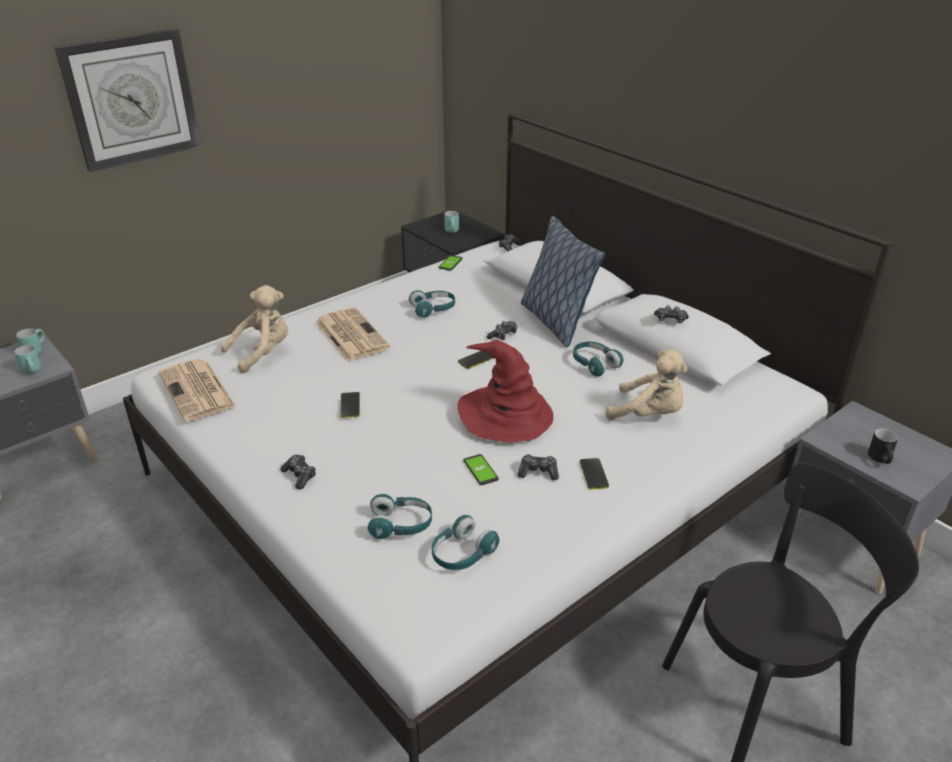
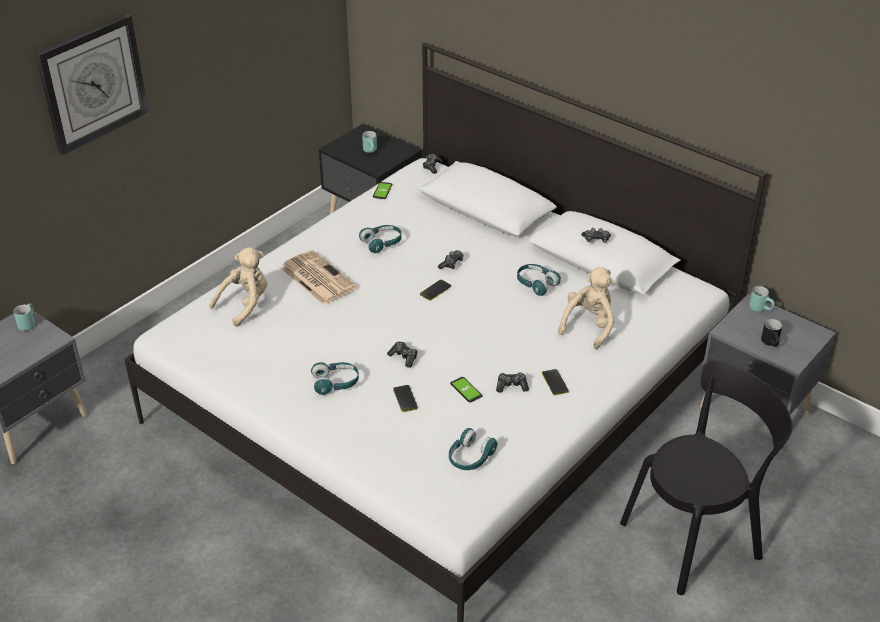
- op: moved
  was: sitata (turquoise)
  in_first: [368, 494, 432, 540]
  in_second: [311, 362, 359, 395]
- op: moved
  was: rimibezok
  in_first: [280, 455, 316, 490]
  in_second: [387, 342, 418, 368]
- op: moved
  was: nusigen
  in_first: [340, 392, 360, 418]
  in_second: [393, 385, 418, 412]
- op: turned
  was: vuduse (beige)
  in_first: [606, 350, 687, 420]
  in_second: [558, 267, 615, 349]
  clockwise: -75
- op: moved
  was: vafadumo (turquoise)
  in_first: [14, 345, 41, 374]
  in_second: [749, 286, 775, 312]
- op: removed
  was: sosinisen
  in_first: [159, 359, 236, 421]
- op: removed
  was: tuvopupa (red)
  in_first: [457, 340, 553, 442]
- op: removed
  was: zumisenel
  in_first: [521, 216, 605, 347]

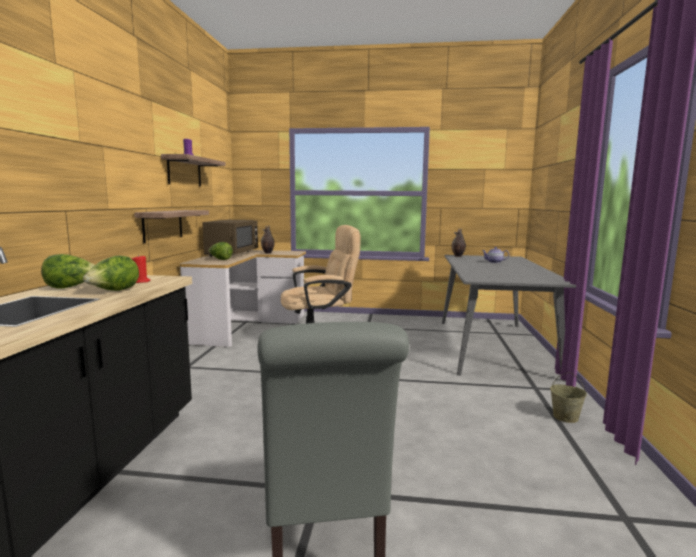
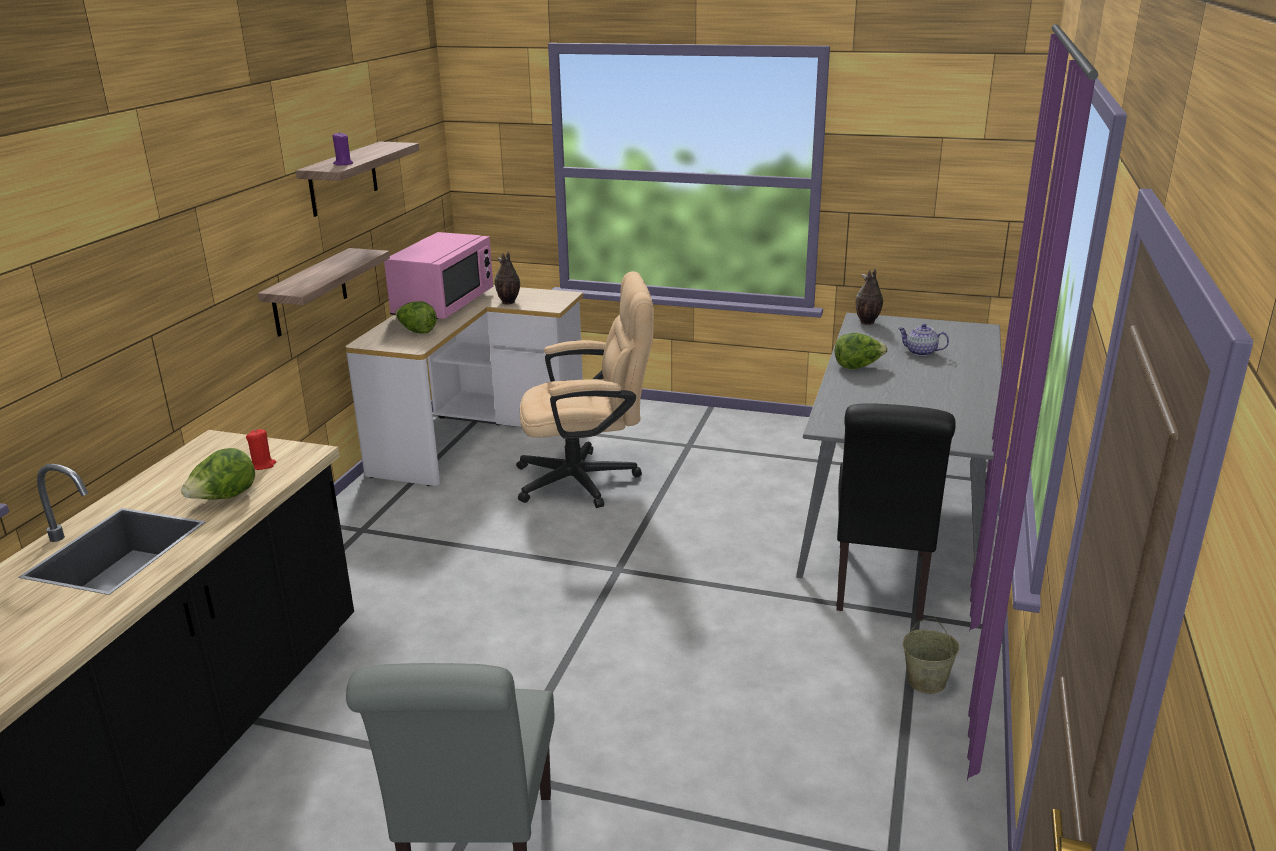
- op: recoloured
  was: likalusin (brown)
  now: likalusin (pink)
  in_first: [202, 220, 258, 257]
  in_second: [384, 232, 493, 319]
- op: moved
  was: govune
  in_first: [41, 254, 95, 288]
  in_second: [835, 333, 888, 369]
- op: added
  now: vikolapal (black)
  in_second: [837, 403, 956, 621]

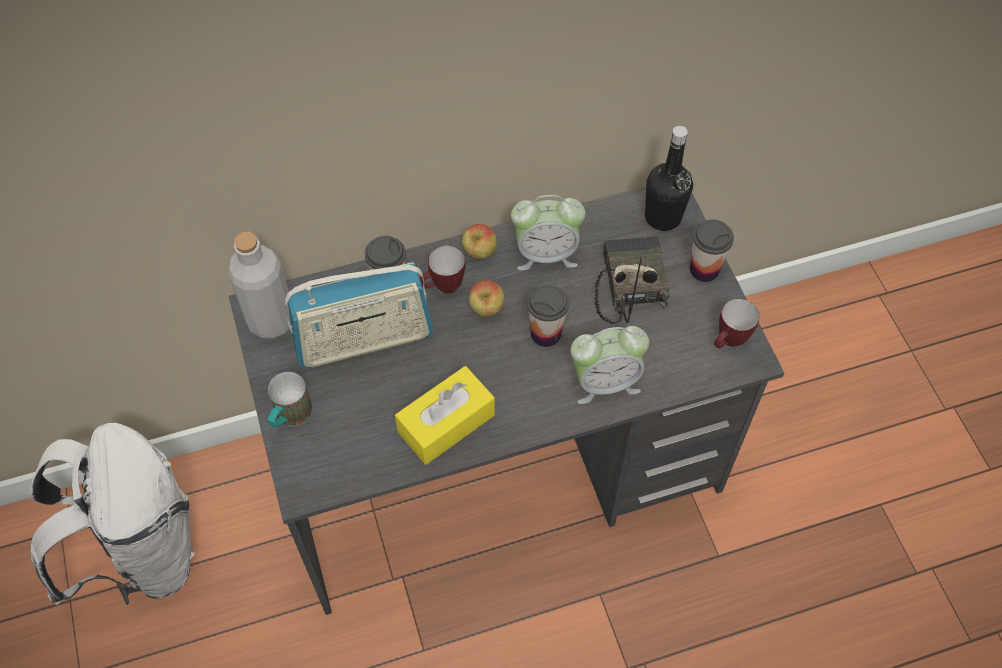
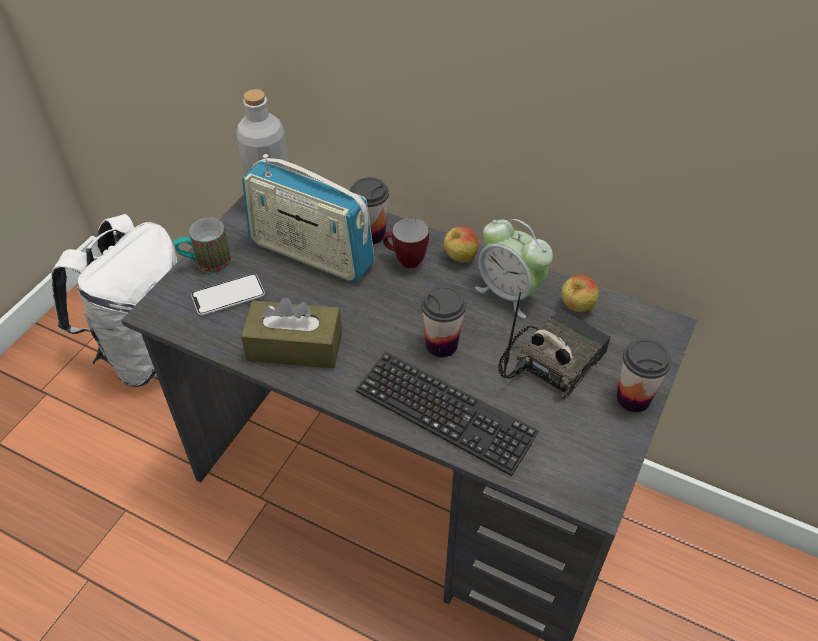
- op: added
  now: nusigen
  in_second: [191, 274, 265, 316]
- op: recoloured
  was: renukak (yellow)
  now: renukak (brown)
  in_first: [395, 366, 495, 465]
  in_second: [241, 298, 342, 368]
- op: replaced
  was: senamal
  now: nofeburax
  in_first: [571, 326, 649, 404]
  in_second: [355, 351, 539, 476]
- op: moved
  was: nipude
  in_first: [469, 280, 504, 316]
  in_second: [561, 275, 599, 312]
- op: removed
  was: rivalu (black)
  in_first: [645, 126, 693, 231]
- op: removed
  was: vafadumo
  in_first: [714, 299, 760, 348]

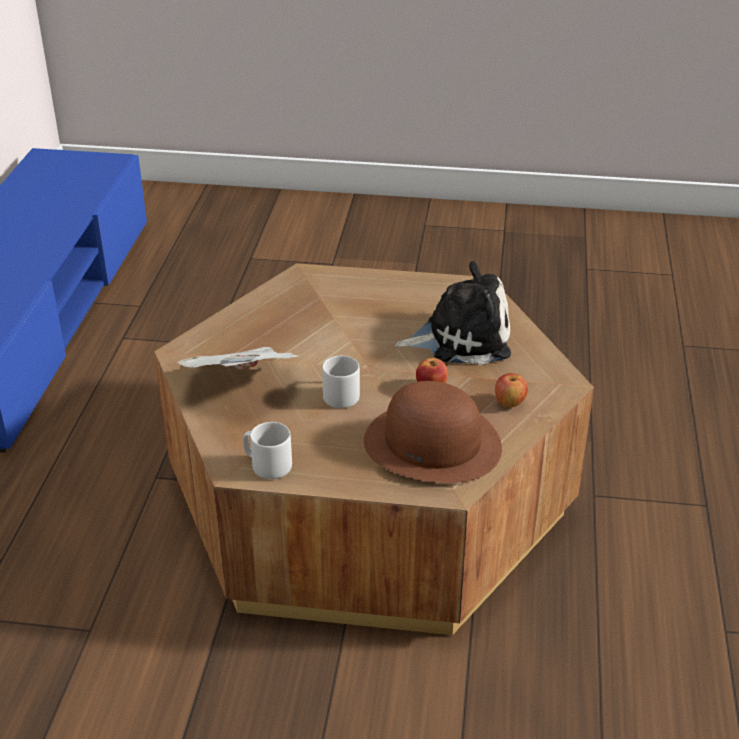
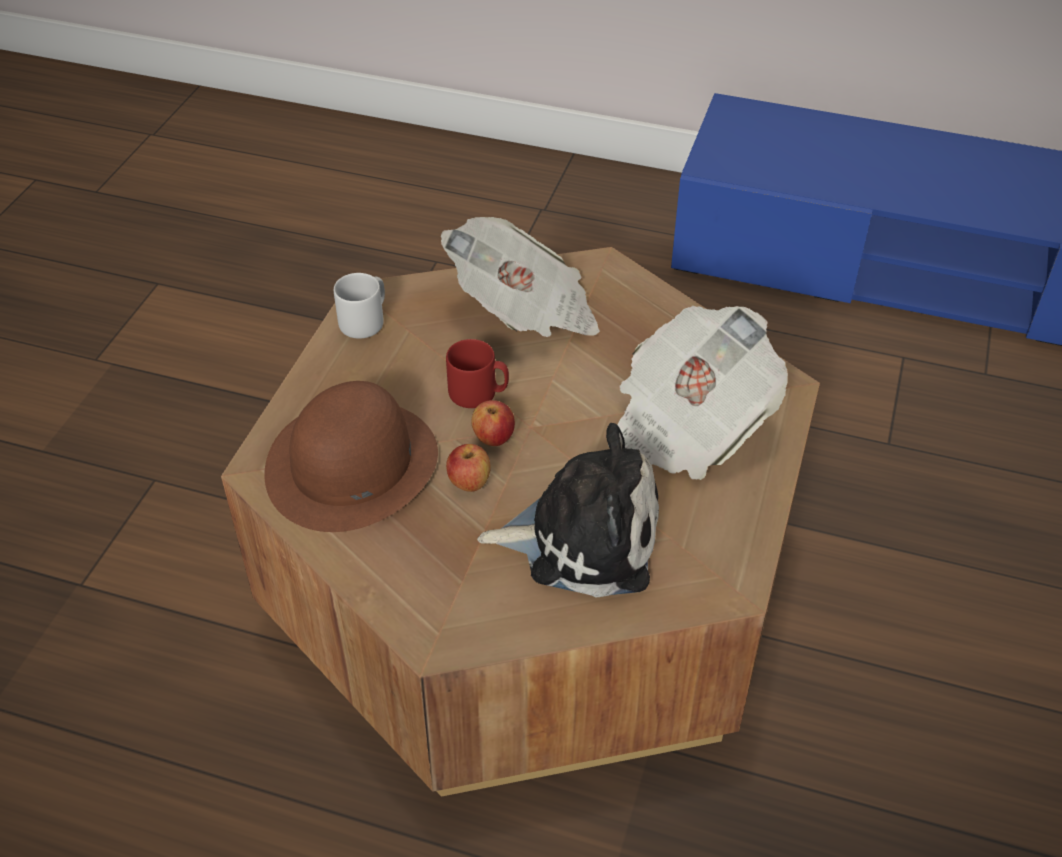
- op: recoloured
  was: vafadumo (grey)
  now: vafadumo (red)
  in_first: [322, 356, 360, 408]
  in_second: [446, 339, 509, 408]
- op: moved
  was: nipude
  in_first: [495, 373, 528, 408]
  in_second: [472, 400, 515, 446]
- op: turned
  was: vuduse
  in_first: [395, 261, 511, 365]
  in_second: [477, 423, 659, 597]
  clockwise: -90
- op: added
  now: sosinisen
  in_second: [608, 306, 788, 480]

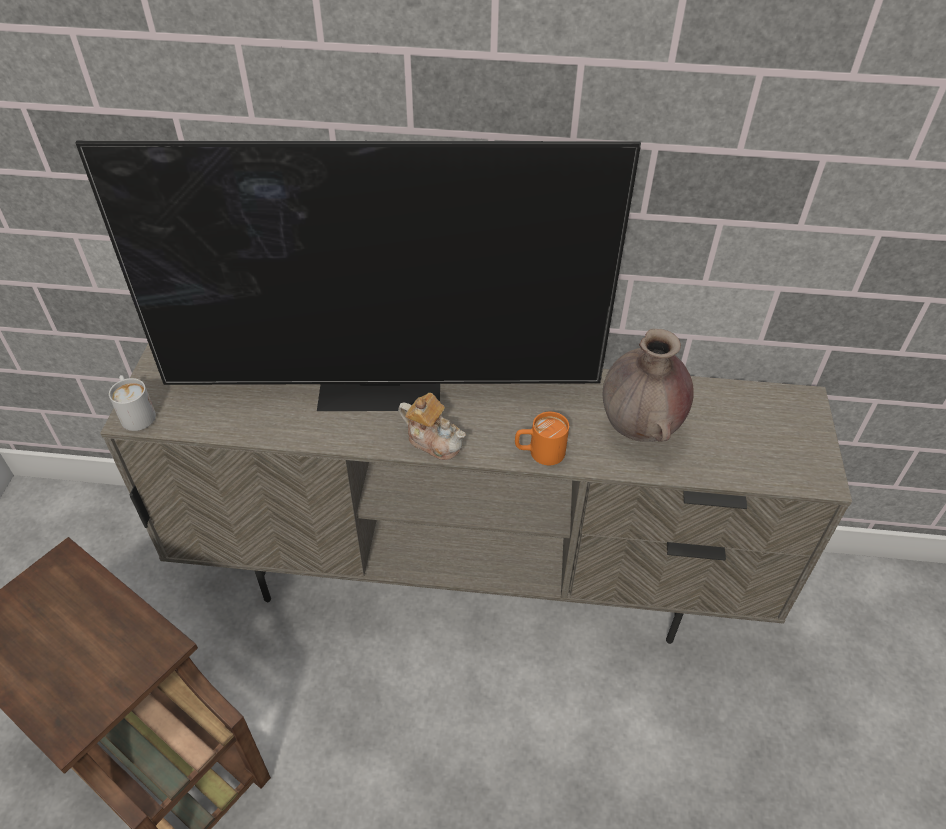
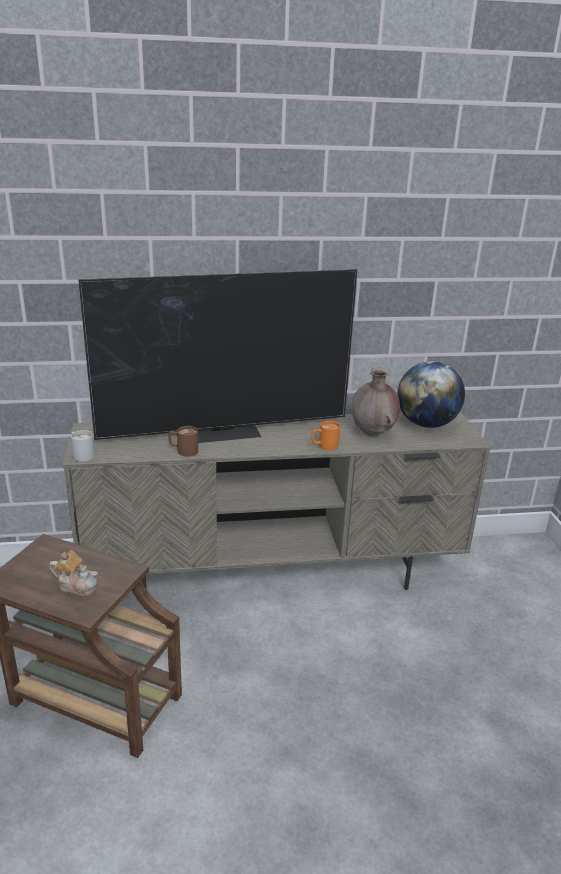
- op: moved
  was: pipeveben
  in_first: [398, 393, 465, 460]
  in_second: [49, 550, 98, 596]
- op: added
  now: vafadumo (brown)
  in_second: [168, 426, 198, 457]
- op: added
  now: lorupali
  in_second: [397, 361, 465, 428]

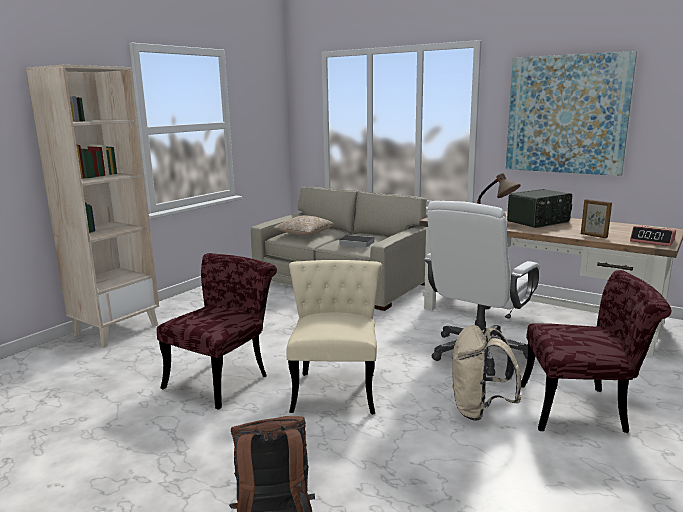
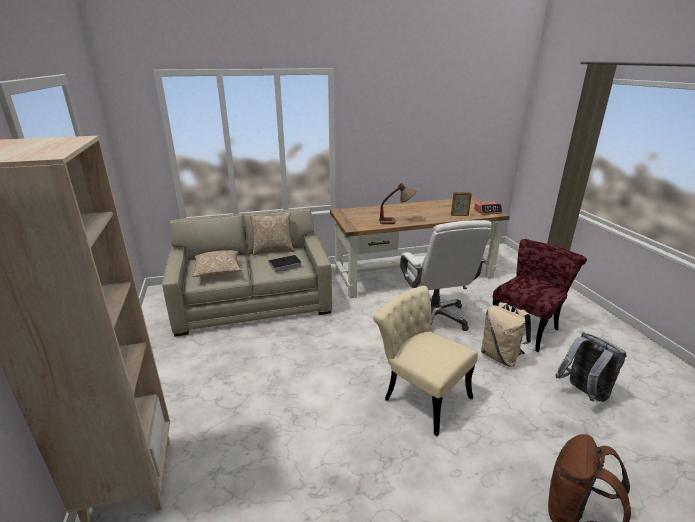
- op: added
  now: zumisenel
  in_second: [250, 212, 294, 255]
- op: added
  now: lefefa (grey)
  in_second: [555, 332, 627, 402]
- op: removed
  was: vikolapal (red)
  in_first: [157, 253, 277, 410]
- op: removed
  was: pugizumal
  in_first: [506, 51, 637, 176]
- op: removed
  was: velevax
  in_first: [507, 189, 572, 228]

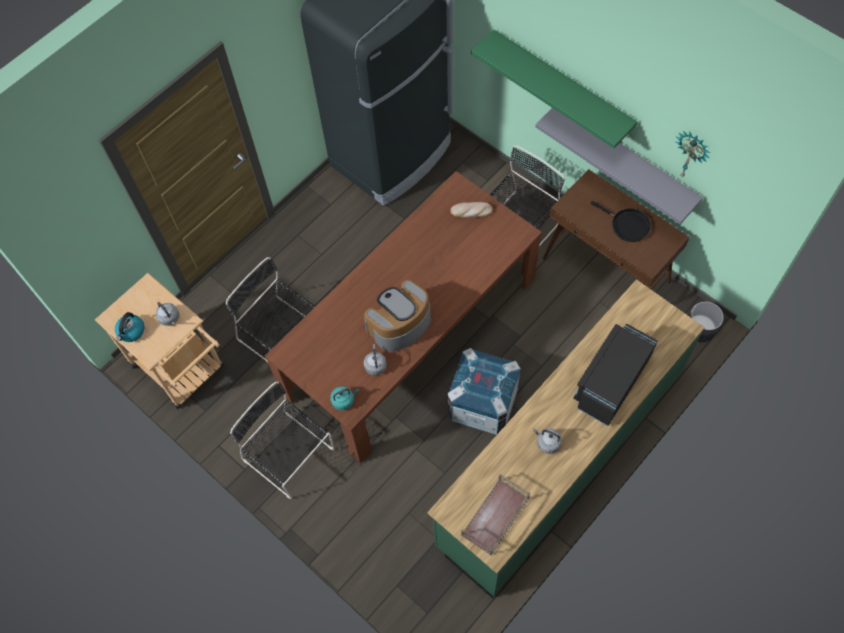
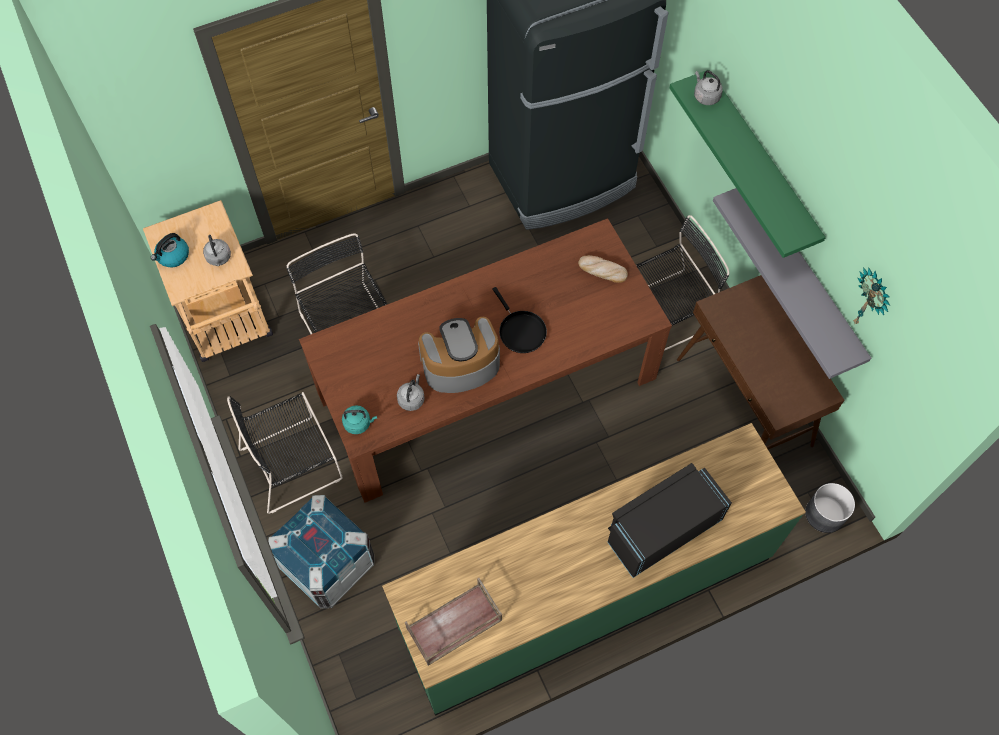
- op: turned
  was: vikolapal (black)
  in_first: [230, 381, 334, 499]
  in_second: [227, 392, 343, 514]
  clockwise: -90
- op: moved
  was: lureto
  in_first: [447, 348, 521, 435]
  in_second: [268, 495, 374, 609]
- op: moved
  was: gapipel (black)
  in_first: [590, 201, 651, 242]
  in_second: [492, 287, 547, 353]
- op: moved
  was: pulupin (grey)
  in_first: [533, 428, 562, 454]
  in_second: [694, 70, 723, 105]

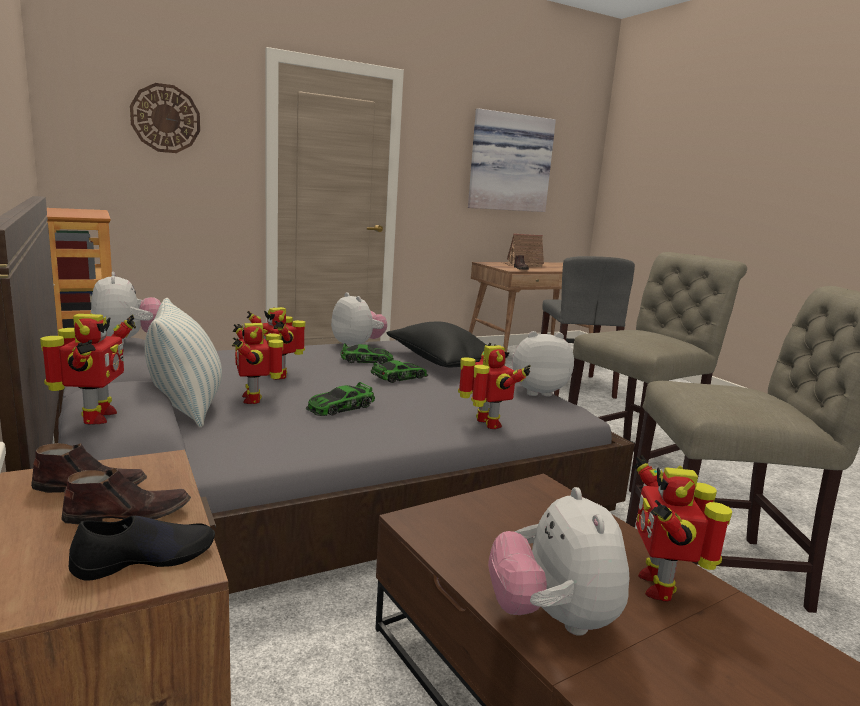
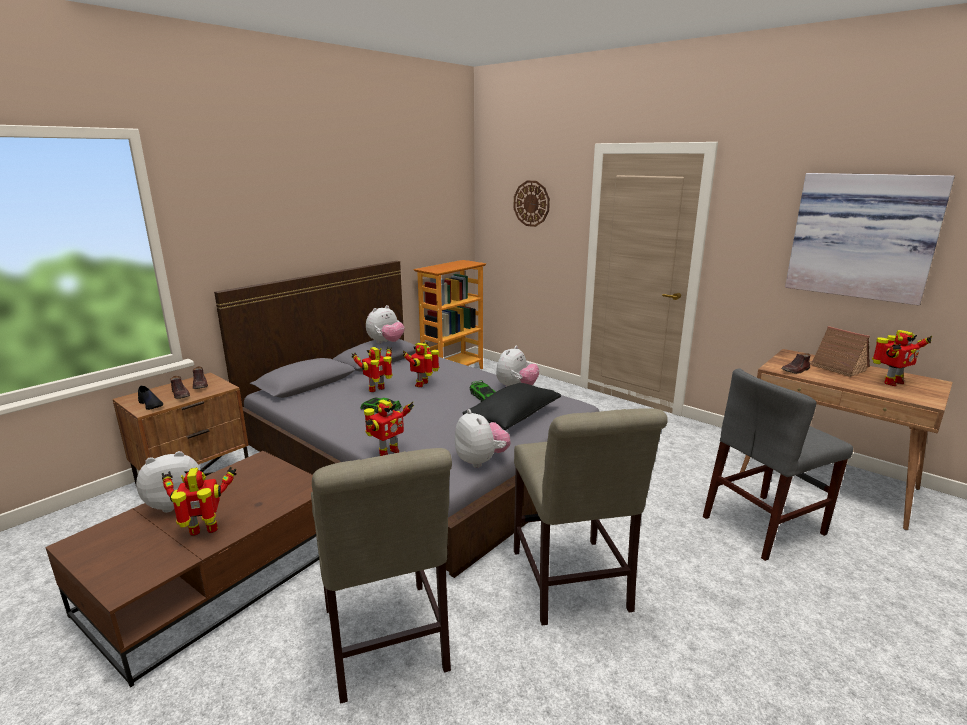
- op: turned
  was: vikolapal (beige)
  in_first: [568, 252, 747, 492]
  in_second: [514, 408, 668, 626]
  clockwise: 45
- op: moved
  was: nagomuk
  in_first: [40, 313, 136, 424]
  in_second: [872, 330, 932, 386]
- op: removed
  was: zumisenel
  in_first: [145, 298, 222, 428]
- op: removed
  was: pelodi
  in_first: [371, 360, 428, 383]

